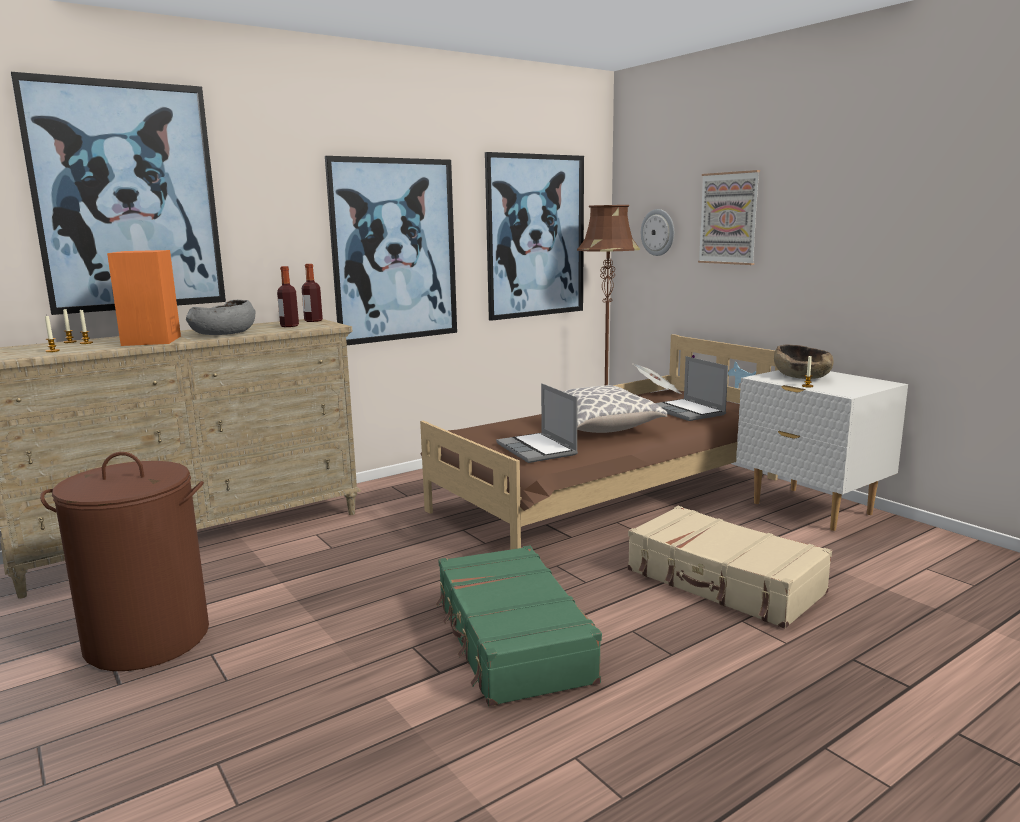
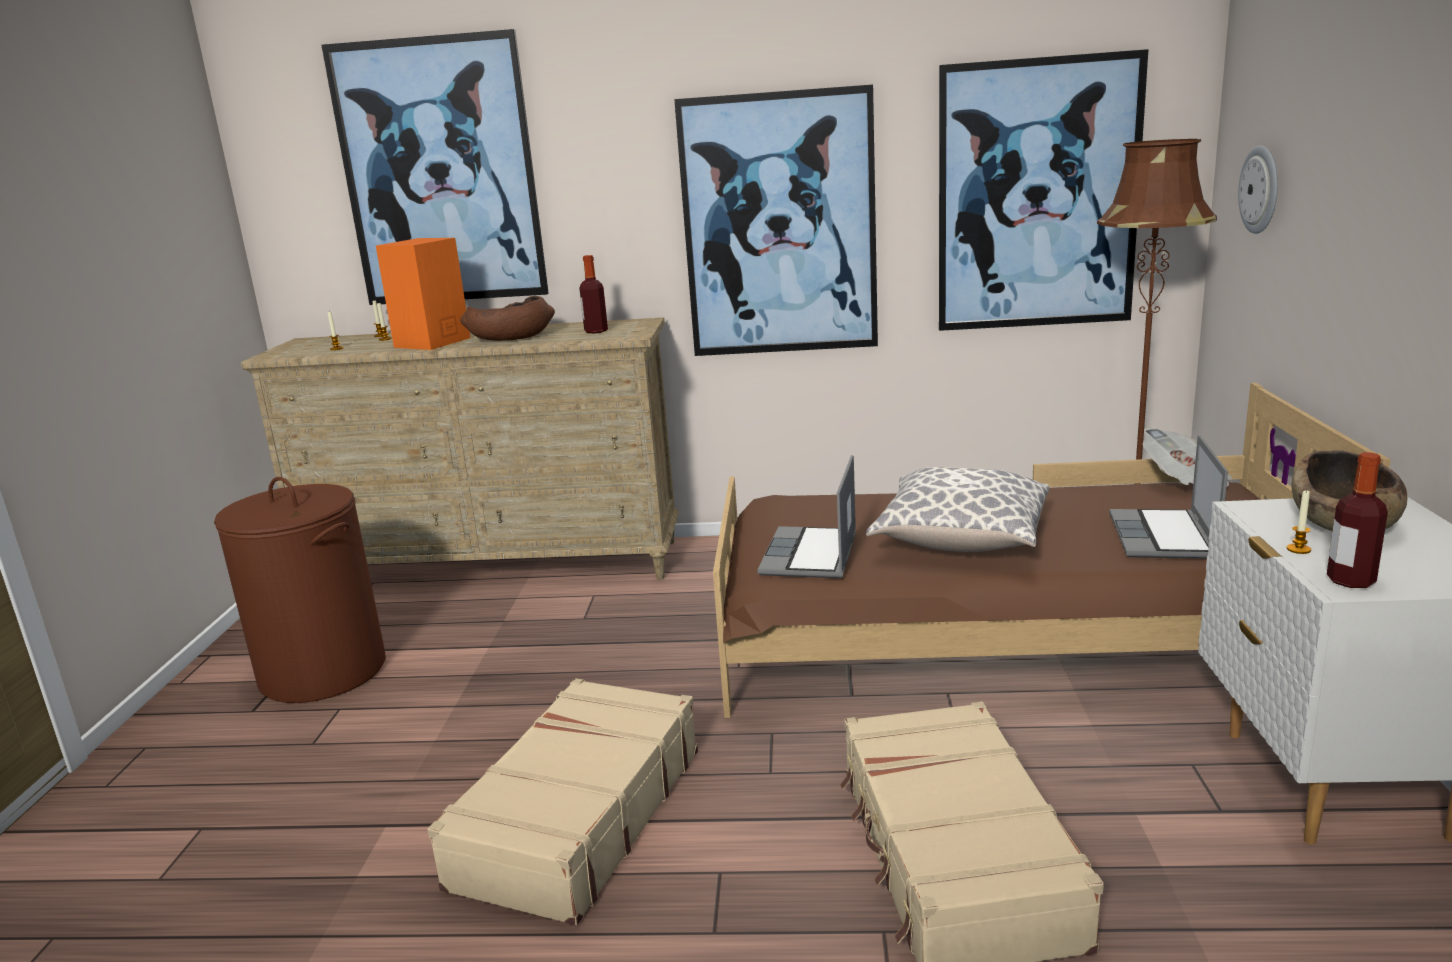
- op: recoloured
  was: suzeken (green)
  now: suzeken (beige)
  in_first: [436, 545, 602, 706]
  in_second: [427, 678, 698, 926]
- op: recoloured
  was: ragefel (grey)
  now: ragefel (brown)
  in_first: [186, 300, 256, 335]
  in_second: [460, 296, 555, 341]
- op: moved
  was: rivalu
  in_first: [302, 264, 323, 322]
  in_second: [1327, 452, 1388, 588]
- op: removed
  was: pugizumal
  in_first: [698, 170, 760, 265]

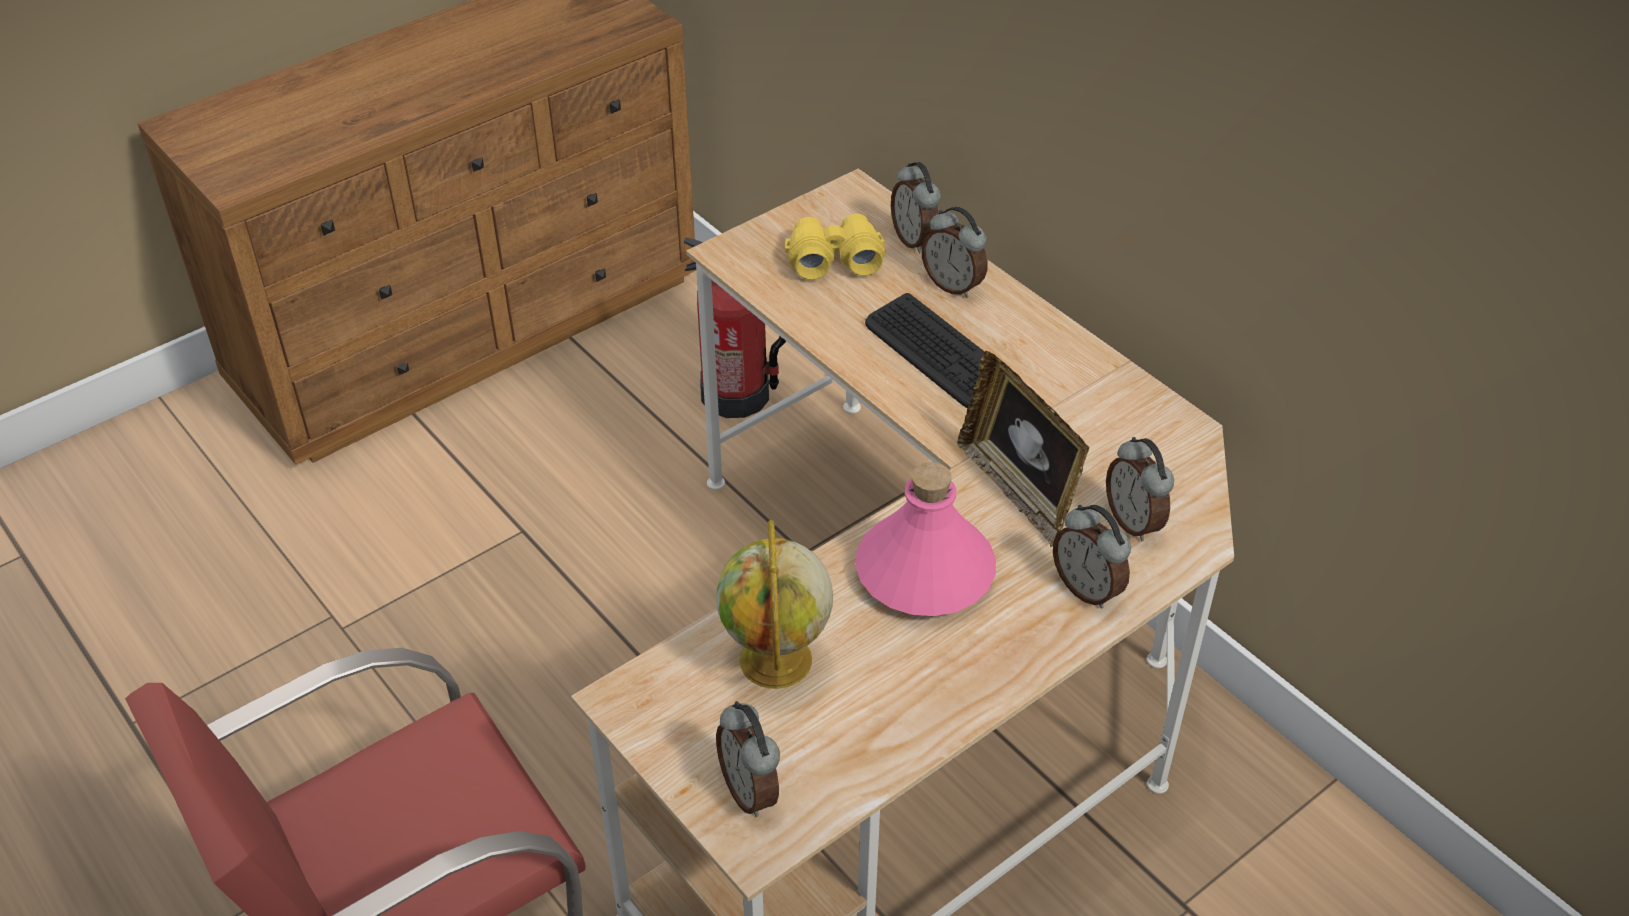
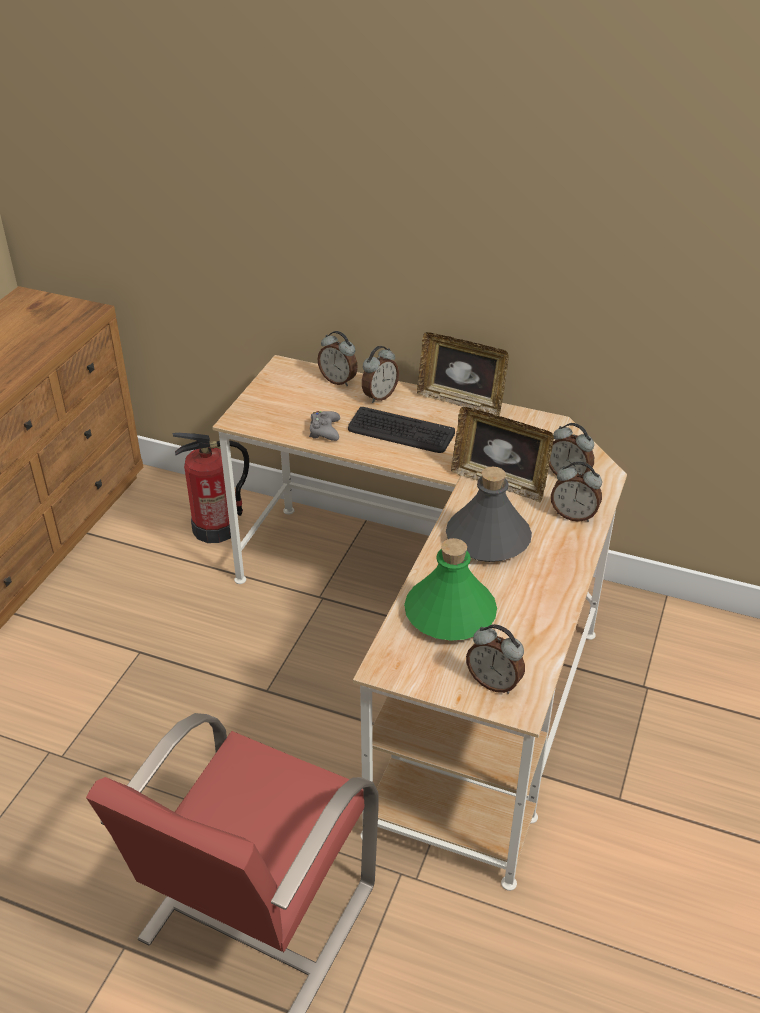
- op: added
  now: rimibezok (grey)
  in_second: [309, 411, 340, 441]
- op: turned
  was: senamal
  in_first: [922, 206, 988, 298]
  in_second: [362, 346, 399, 403]
  clockwise: -60
- op: replaced
  was: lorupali
  now: rivalu (green)
  in_first: [716, 520, 833, 689]
  in_second: [404, 538, 497, 641]
- op: added
  now: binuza
  in_second: [417, 332, 509, 416]
- op: recoloured
  was: rivalu (pink)
  now: rivalu (grey)
  in_first: [855, 462, 996, 616]
  in_second: [446, 467, 532, 562]
- op: removed
  was: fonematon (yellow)
  in_first: [785, 214, 886, 280]

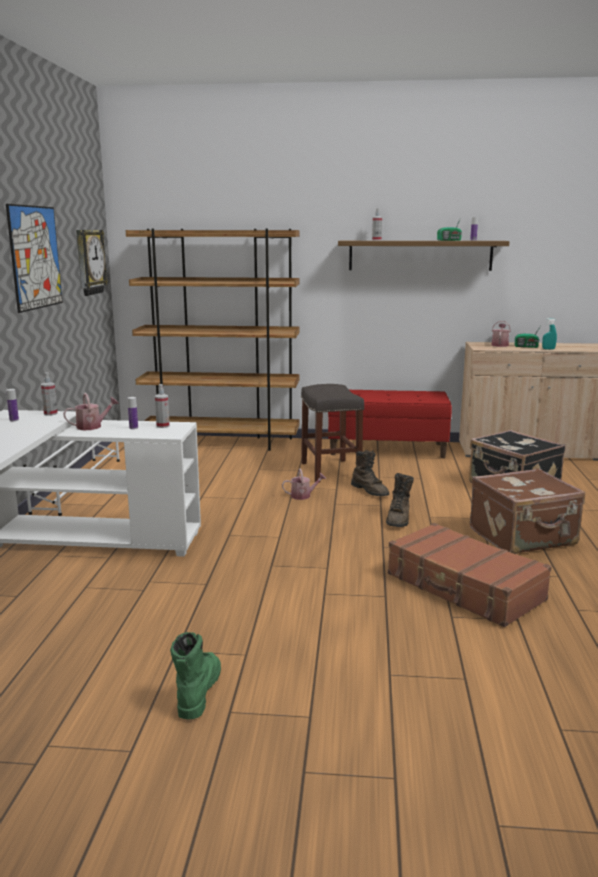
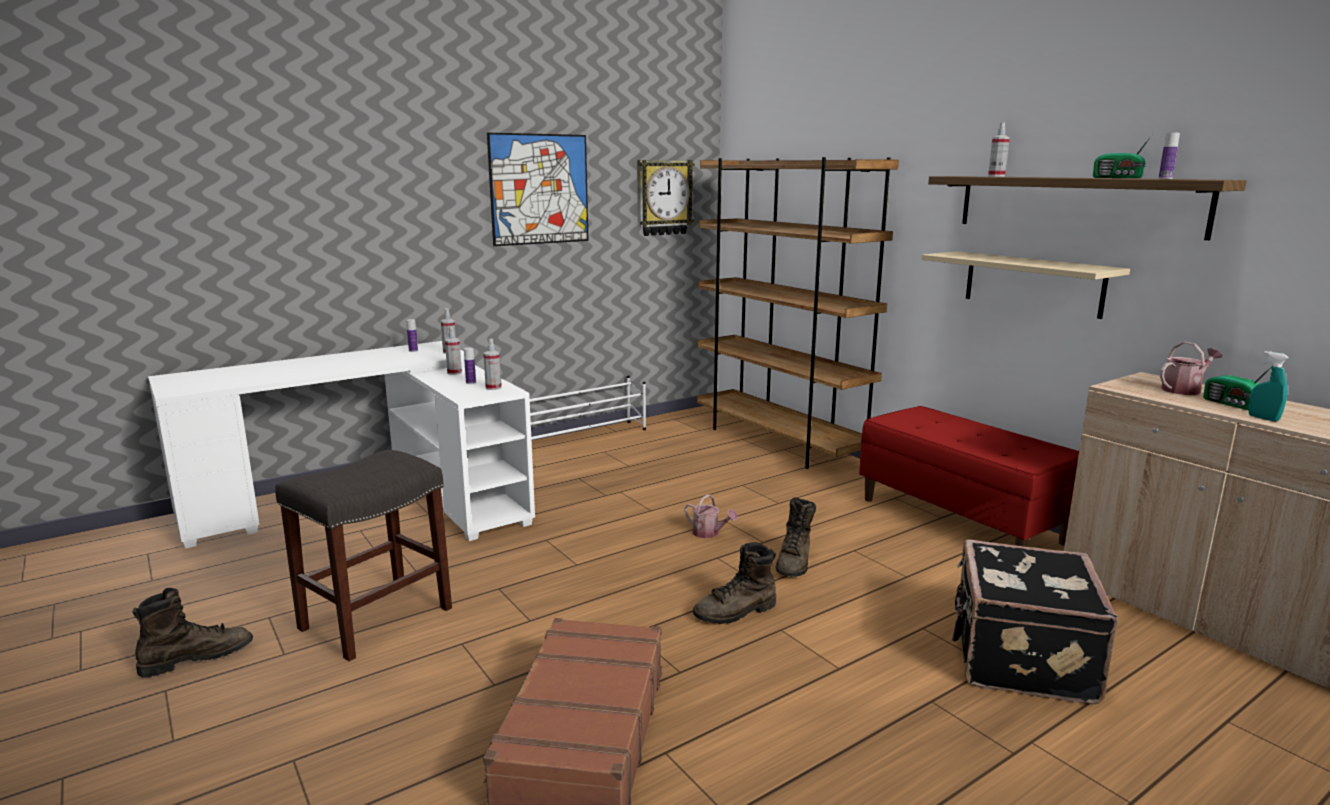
- op: recoloured
  was: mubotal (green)
  now: mubotal (brown)
  in_first: [170, 632, 221, 719]
  in_second: [132, 588, 253, 677]
- op: moved
  was: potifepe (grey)
  in_first: [301, 384, 364, 483]
  in_second: [275, 450, 452, 661]
- op: replaced
  was: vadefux
  now: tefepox
  in_first: [63, 393, 119, 430]
  in_second: [445, 327, 462, 375]
- op: added
  now: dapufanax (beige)
  in_second: [922, 251, 1130, 319]
- op: removed
  was: suzeken (brown)
  in_first: [470, 468, 585, 554]

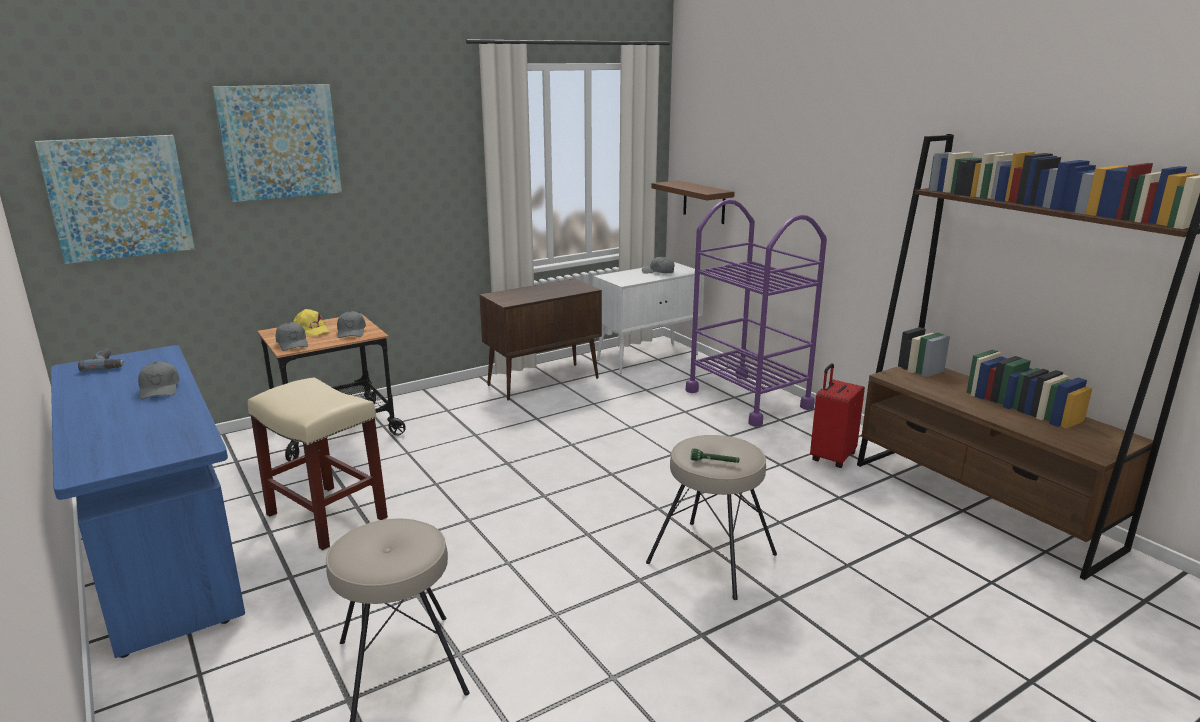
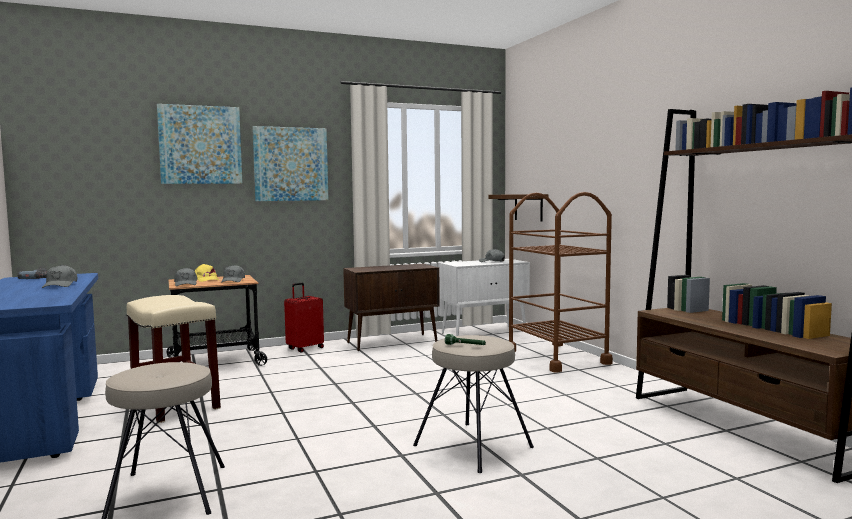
- op: moved
  was: pugizumal
  in_first: [35, 135, 195, 264]
  in_second: [252, 126, 329, 201]
- op: moved
  was: suzeken (red)
  in_first: [810, 364, 865, 468]
  in_second: [284, 283, 324, 352]
- op: recoloured
  was: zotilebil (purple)
  now: zotilebil (brown)
  in_first: [686, 199, 827, 427]
  in_second: [509, 192, 613, 372]

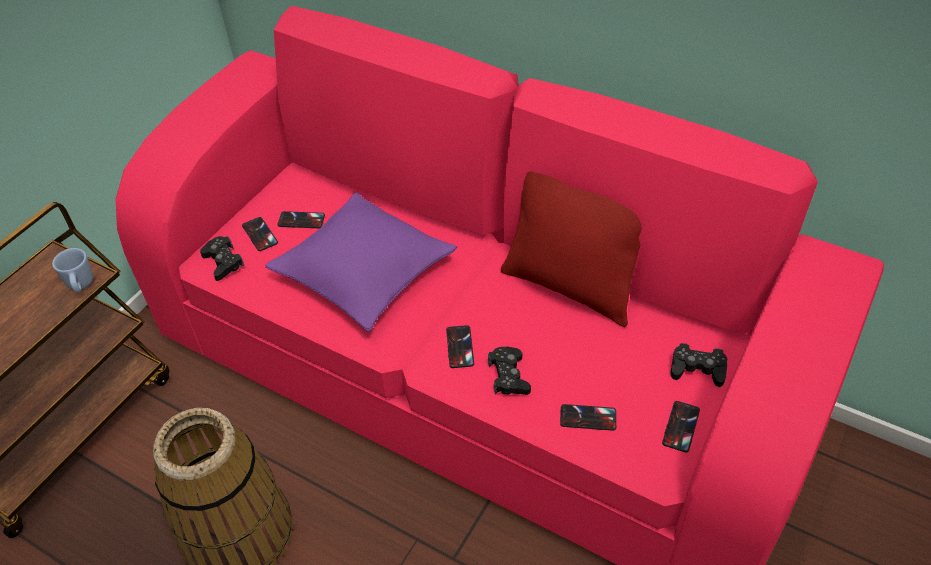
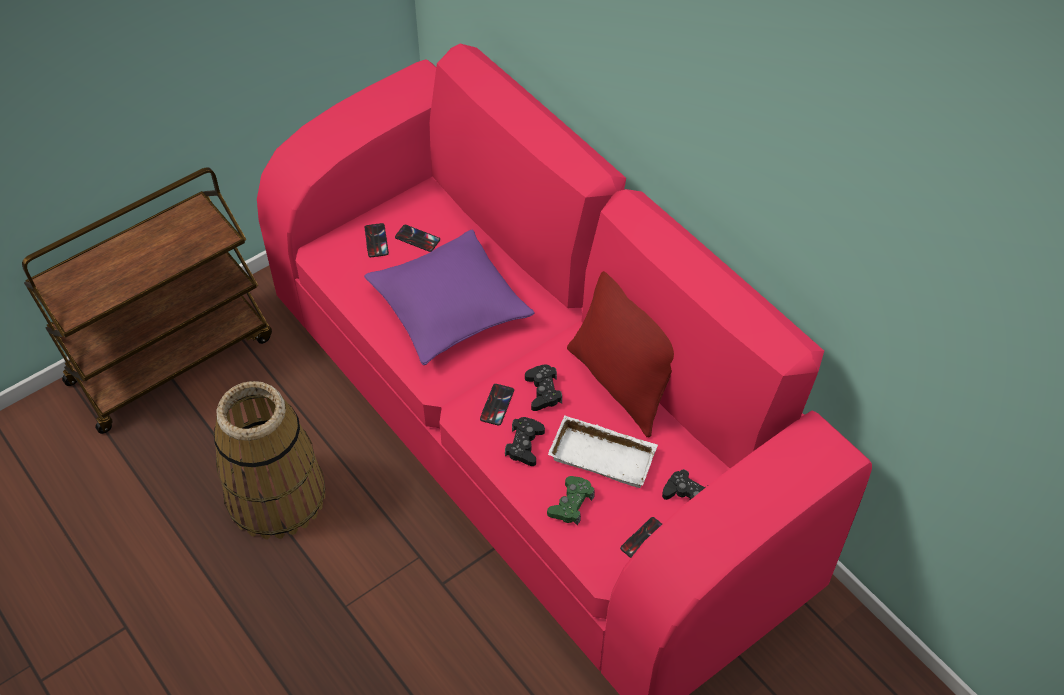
- op: moved
  was: rimibezok (black)
  in_first: [200, 236, 245, 281]
  in_second: [525, 365, 562, 411]
- op: replaced
  was: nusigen
  now: rimibezok (green)
  in_first: [560, 404, 616, 430]
  in_second: [547, 476, 595, 526]
- op: added
  now: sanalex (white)
  in_second: [548, 415, 658, 488]
- op: removed
  was: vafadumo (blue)
  in_first: [52, 248, 93, 293]

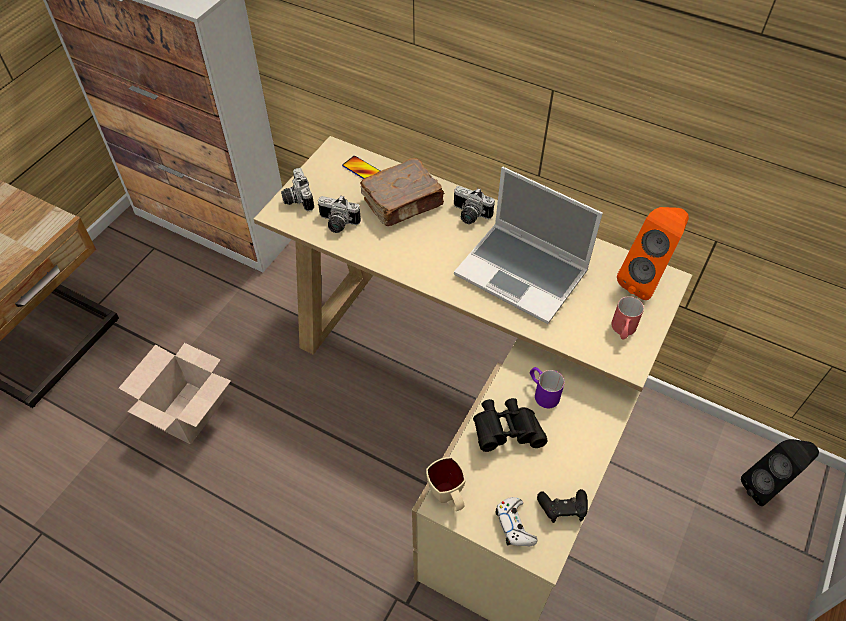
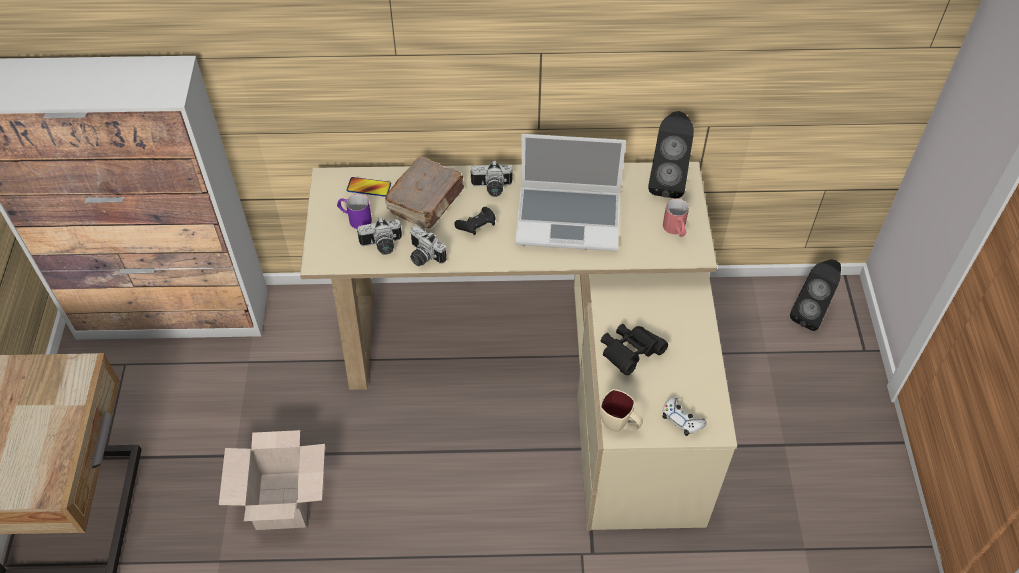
- op: moved
  was: vafadumo (purple)
  in_first: [530, 367, 565, 408]
  in_second: [337, 194, 372, 229]
- op: moved
  was: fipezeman
  in_first: [281, 168, 314, 211]
  in_second: [410, 226, 447, 266]
- op: moved
  was: rimibezok (black)
  in_first: [537, 489, 588, 523]
  in_second: [454, 207, 496, 235]
- op: recoloured
  was: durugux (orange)
  now: durugux (black)
  in_first: [617, 207, 689, 300]
  in_second: [648, 111, 694, 198]

